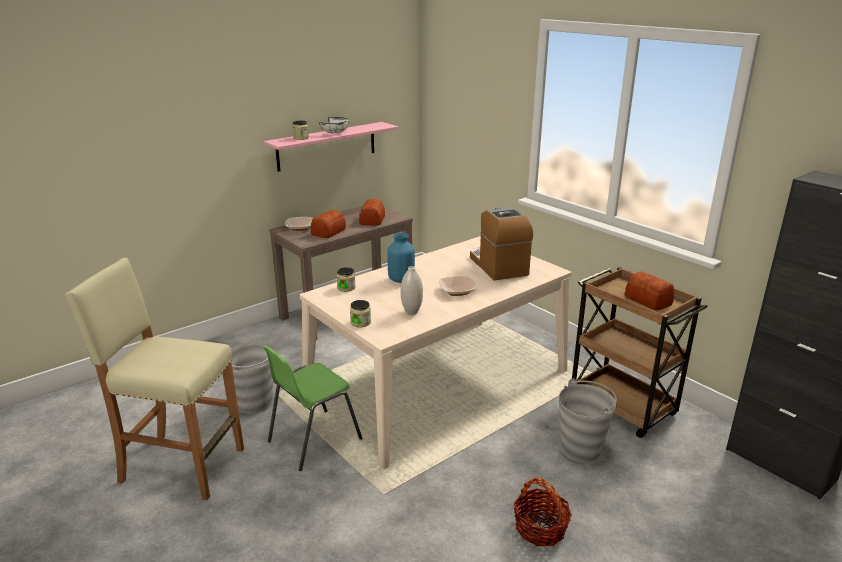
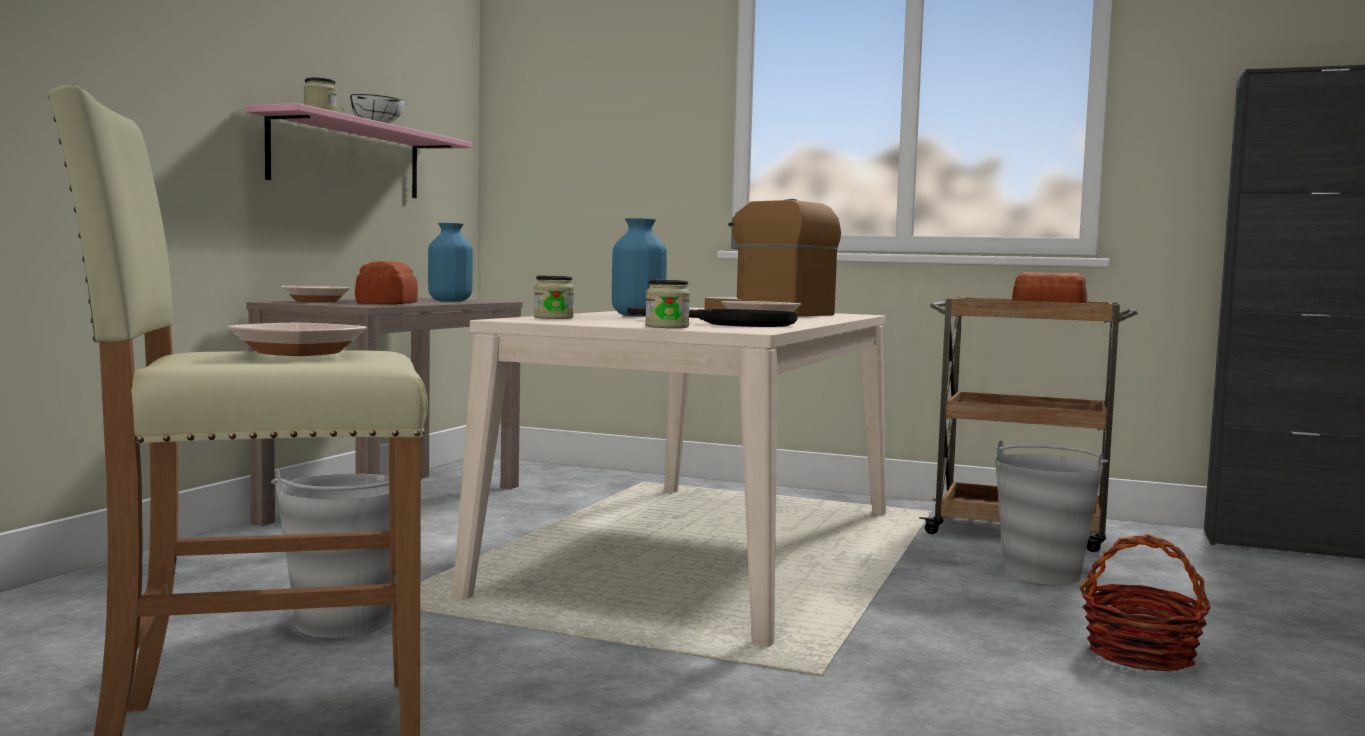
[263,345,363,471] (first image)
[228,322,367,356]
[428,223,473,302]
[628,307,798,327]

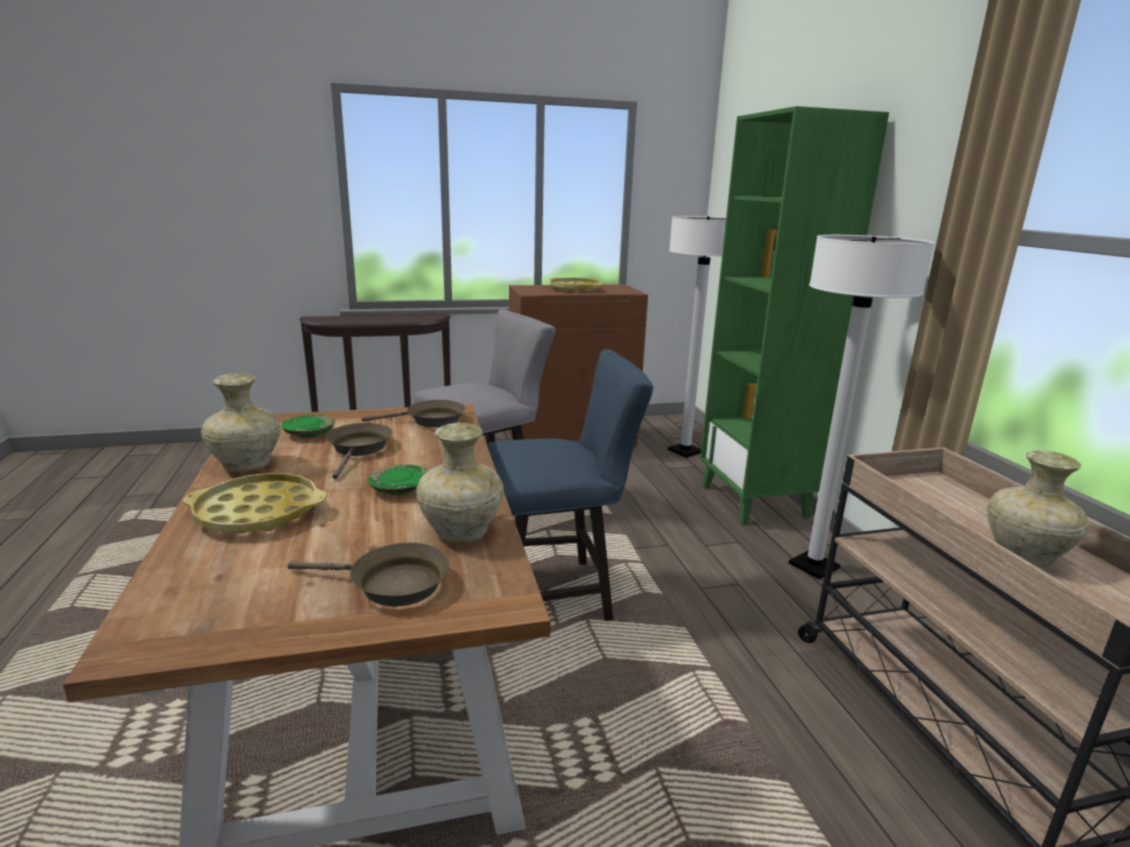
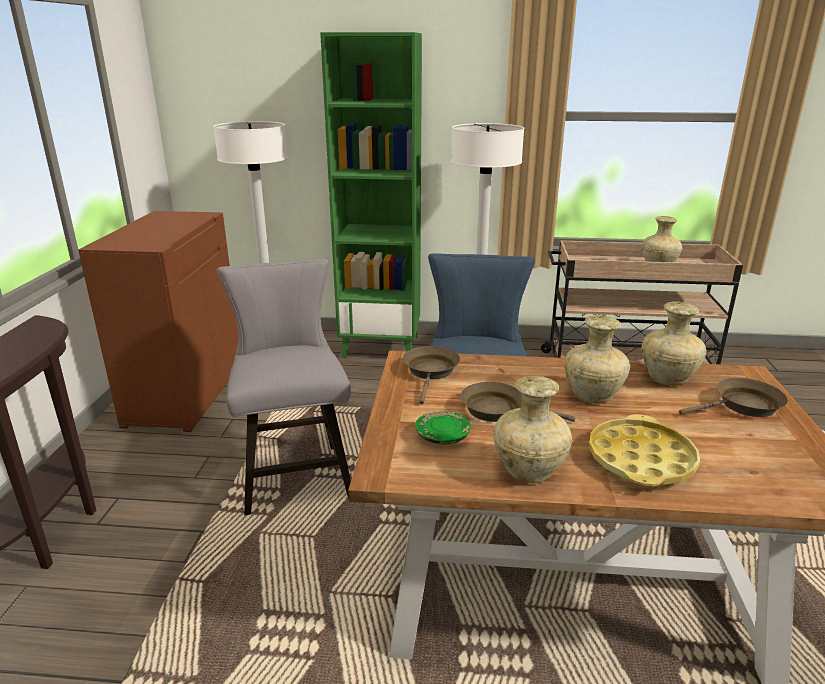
[550,278,602,292] (first image)
[564,315,630,404]
[679,378,788,417]

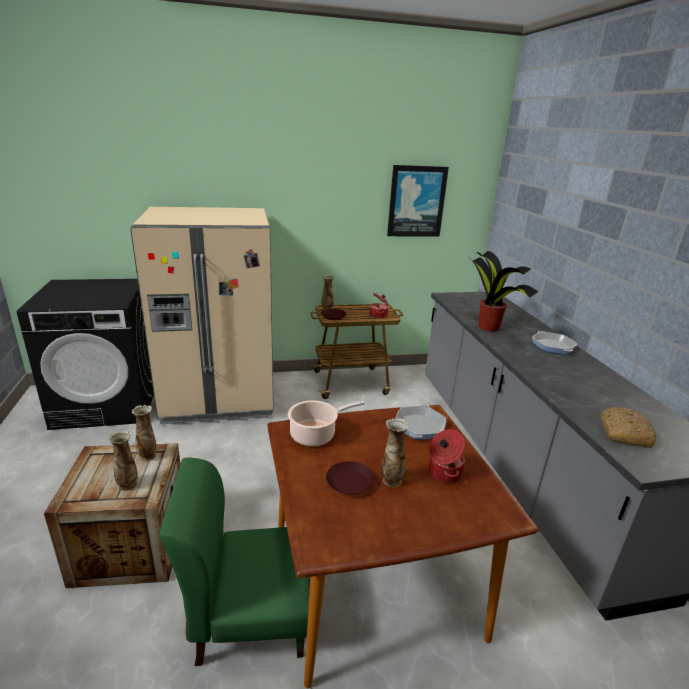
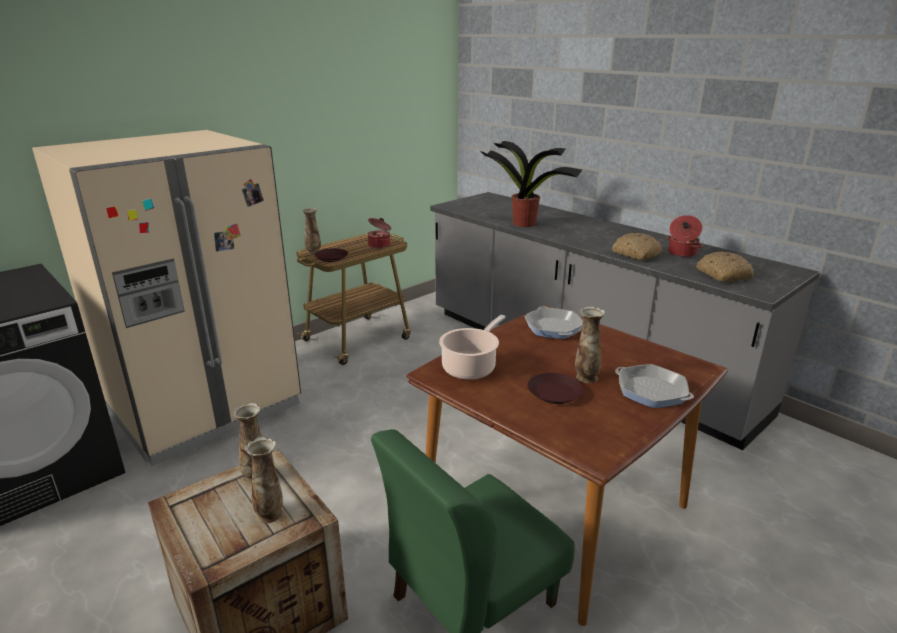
[387,165,449,237] (first image)
[612,232,662,260]
[667,215,703,257]
[615,364,694,408]

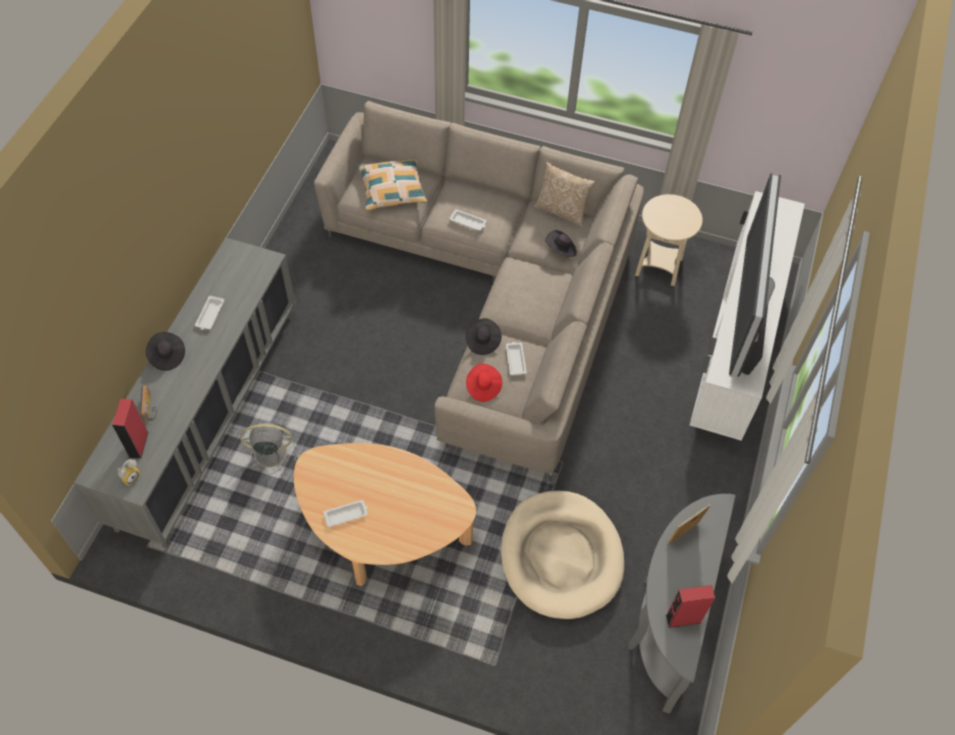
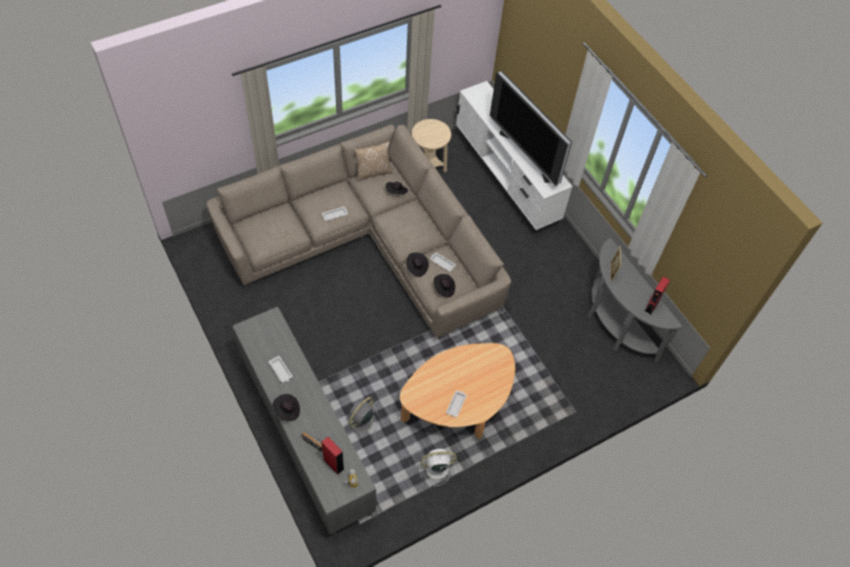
[357,159,427,210] (first image)
[501,491,624,620] (first image)
[419,449,457,486]
[434,274,455,298]

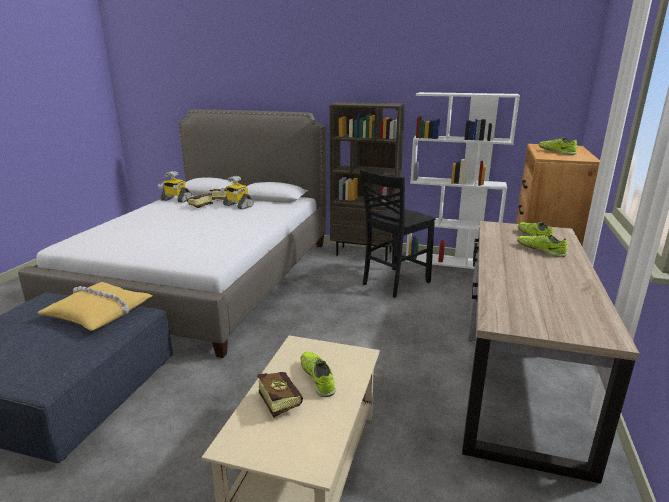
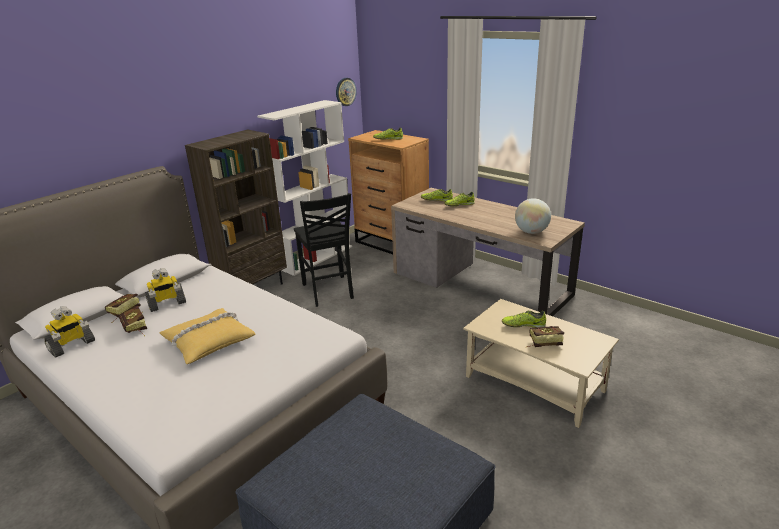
[336,78,357,106]
[515,198,551,234]
[159,308,256,364]

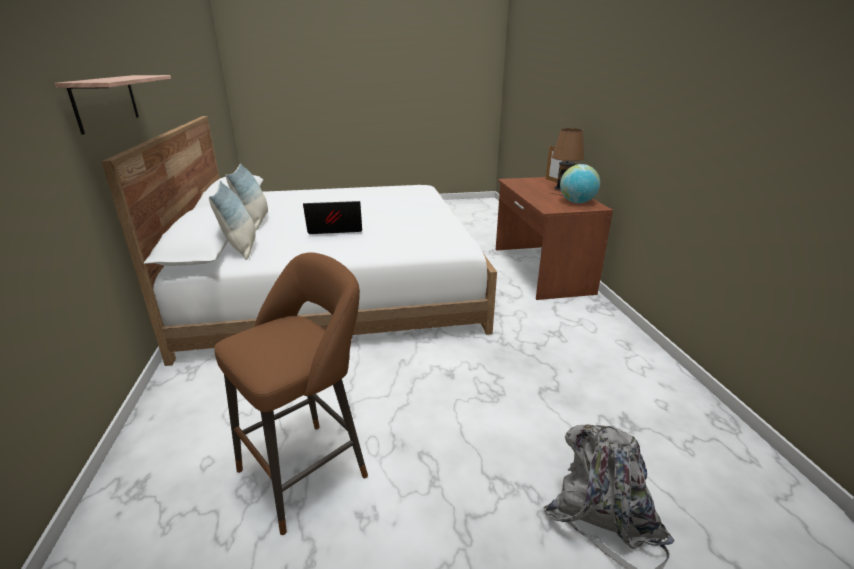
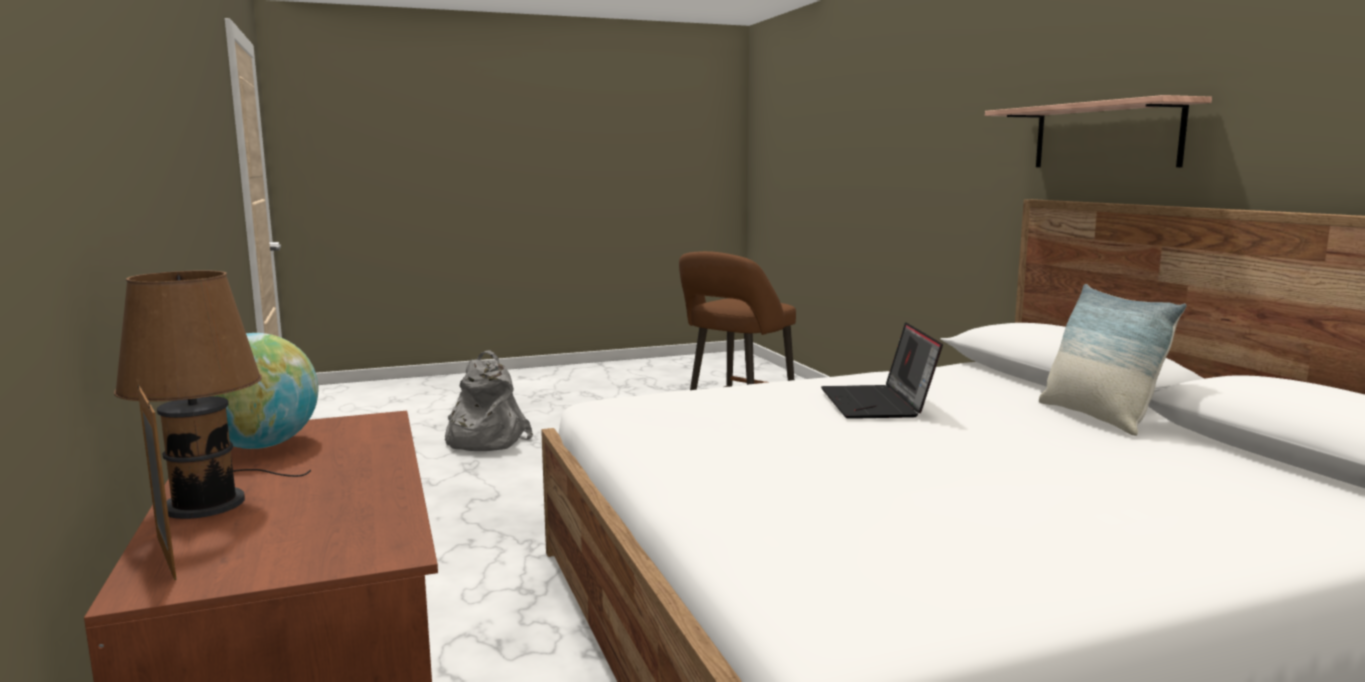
[209,181,256,260] (first image)
[821,322,943,419]

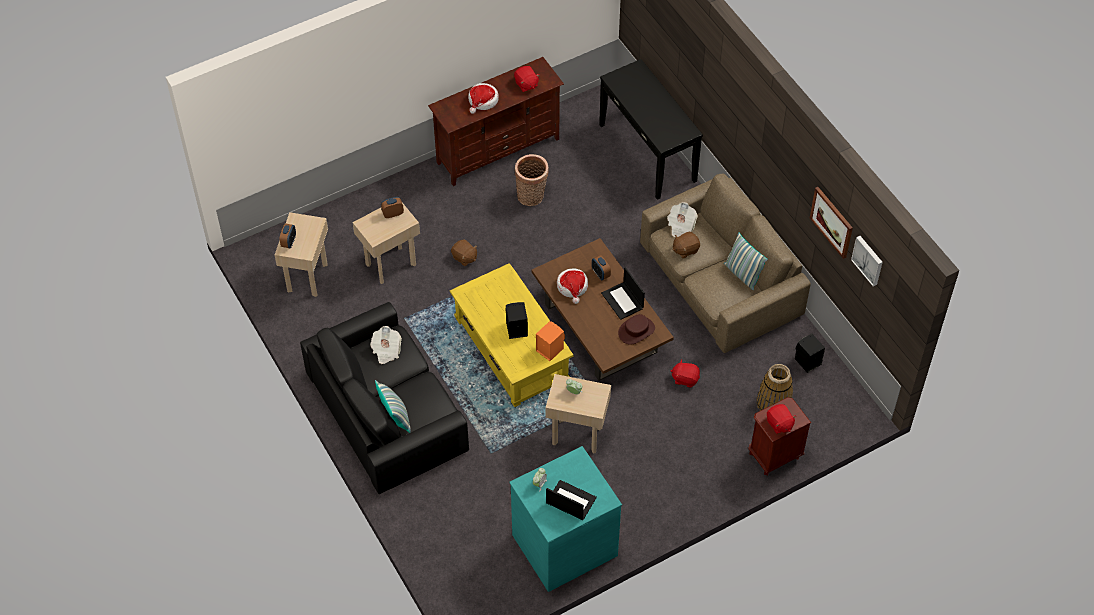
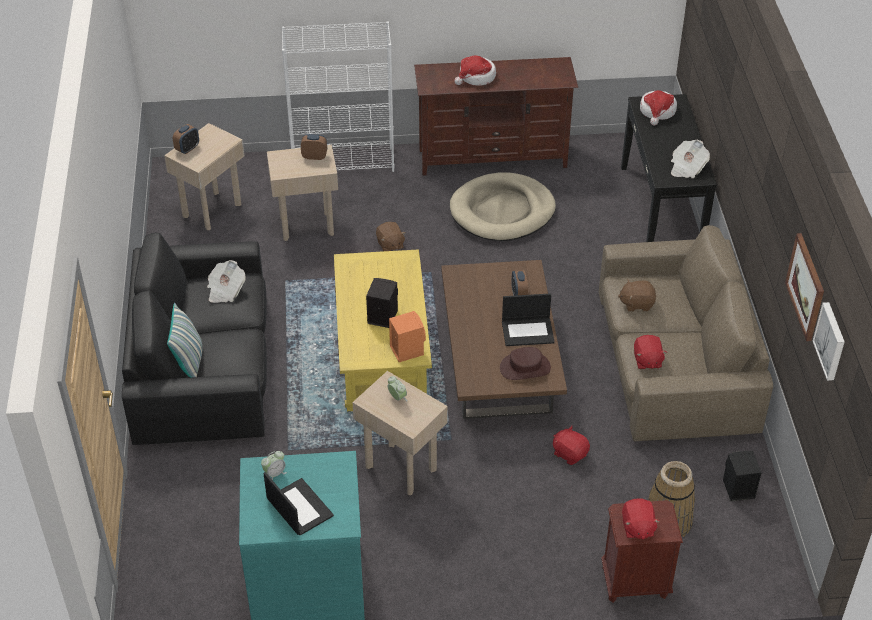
[724,232,768,290] (first image)
[282,22,394,172]
[634,335,667,369]
[640,90,677,125]
[671,140,710,178]
[450,172,556,241]
[502,293,555,346]

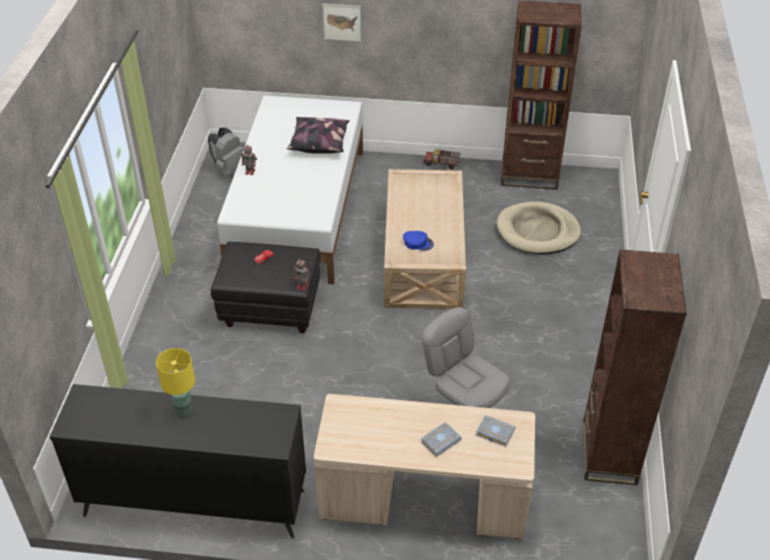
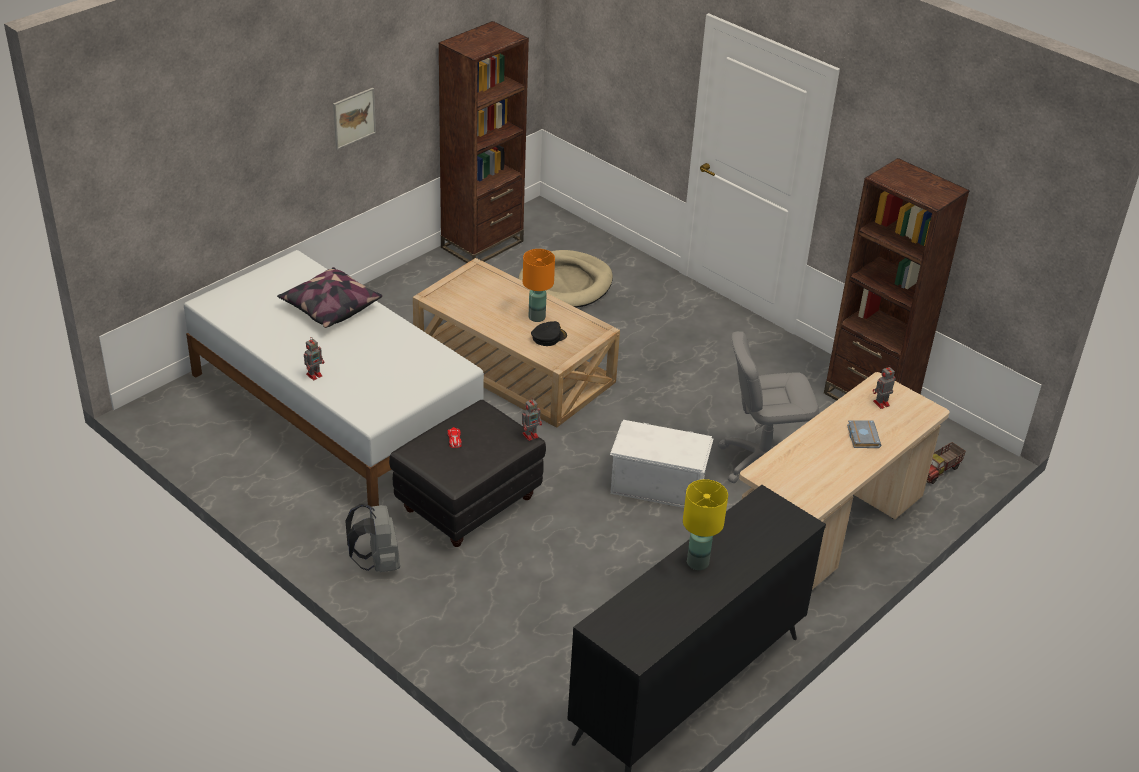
[523,249,555,322]
[610,420,713,508]
[345,504,400,572]
[333,87,376,150]
[927,442,966,484]
[873,365,895,409]
[531,321,567,346]

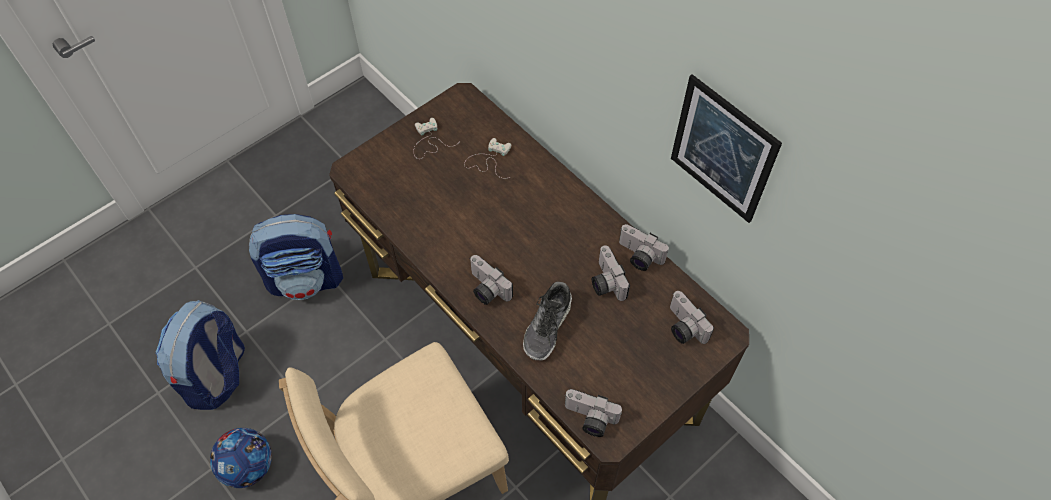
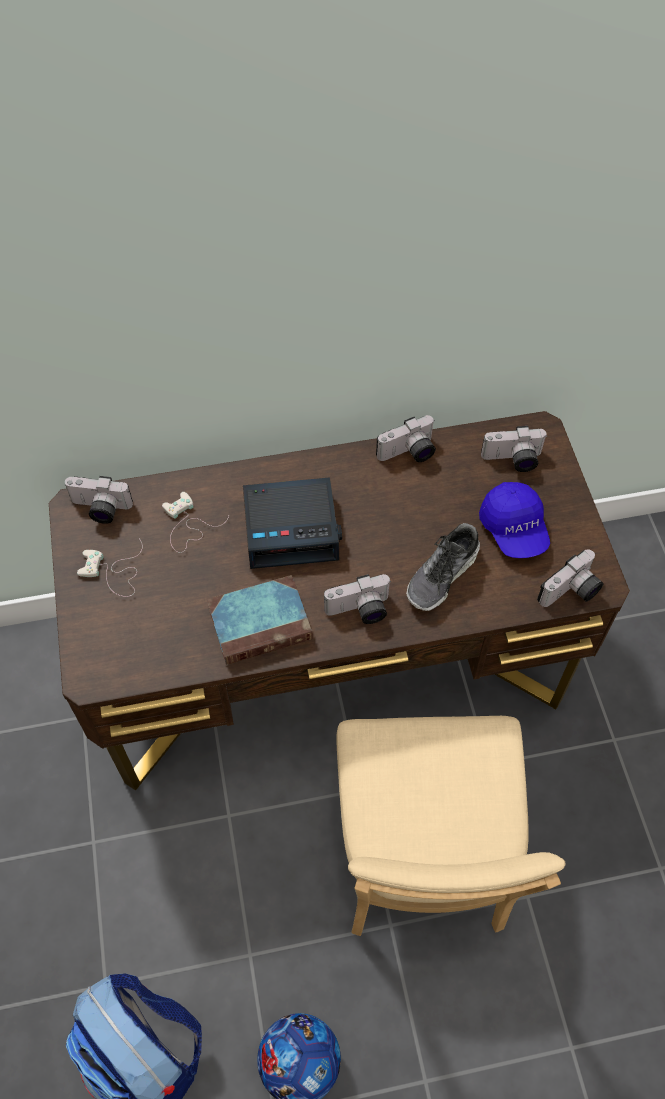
[249,214,343,300] (first image)
[671,74,782,223] (first image)
[207,575,313,665]
[243,477,342,569]
[479,482,550,558]
[65,476,133,524]
[406,523,480,611]

